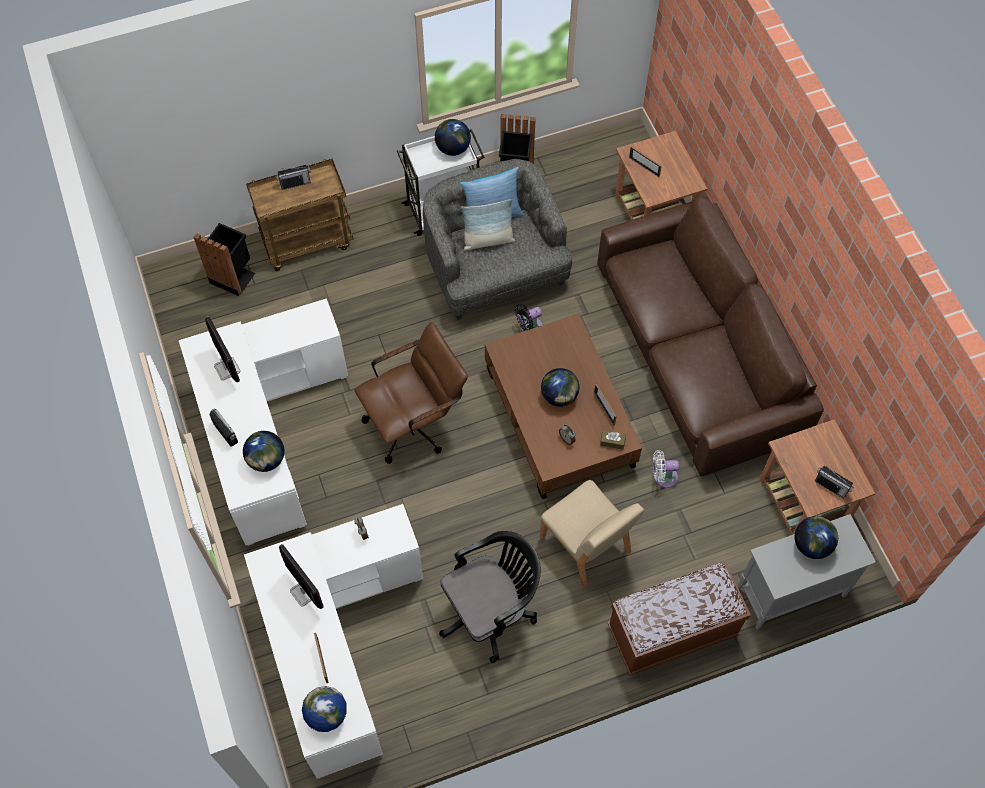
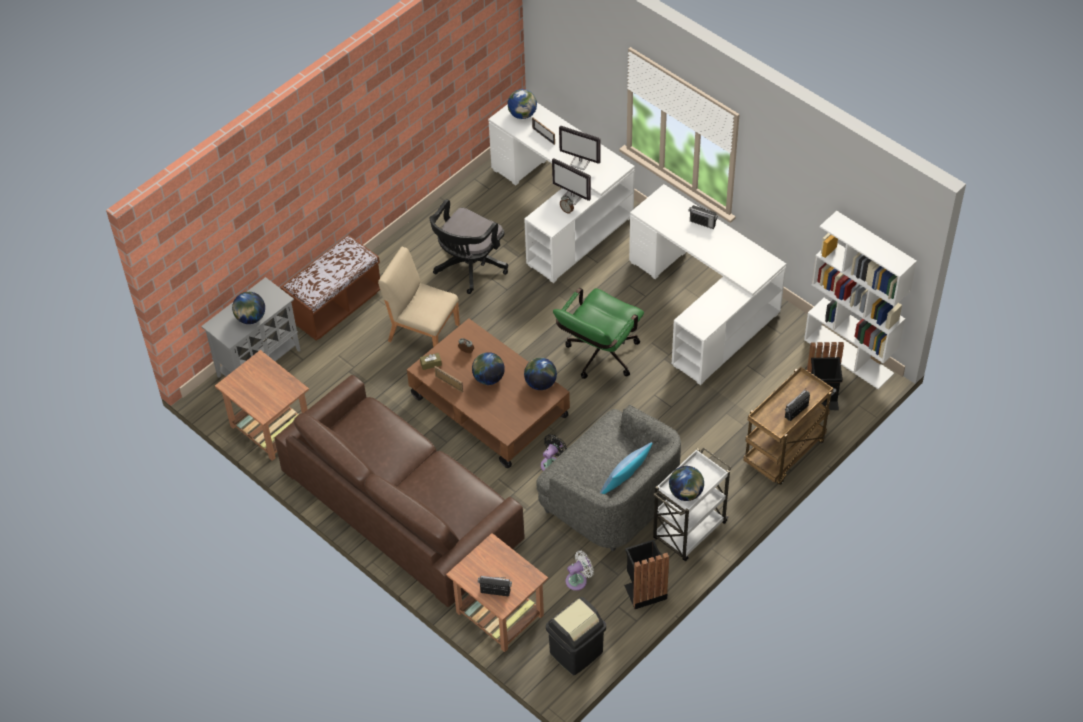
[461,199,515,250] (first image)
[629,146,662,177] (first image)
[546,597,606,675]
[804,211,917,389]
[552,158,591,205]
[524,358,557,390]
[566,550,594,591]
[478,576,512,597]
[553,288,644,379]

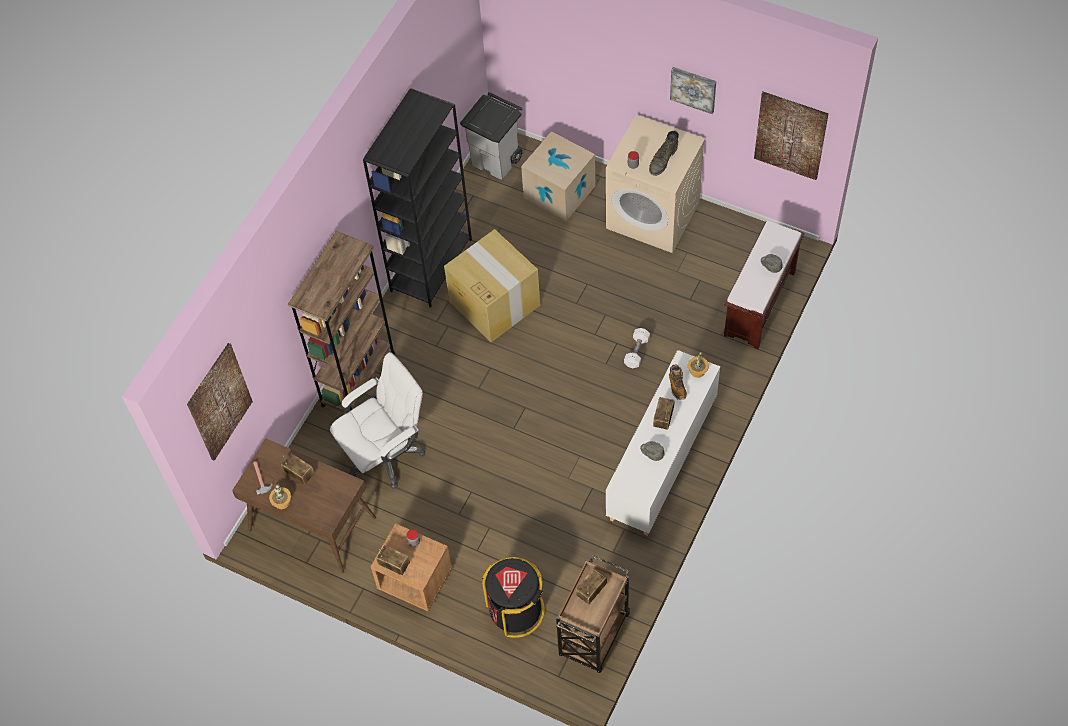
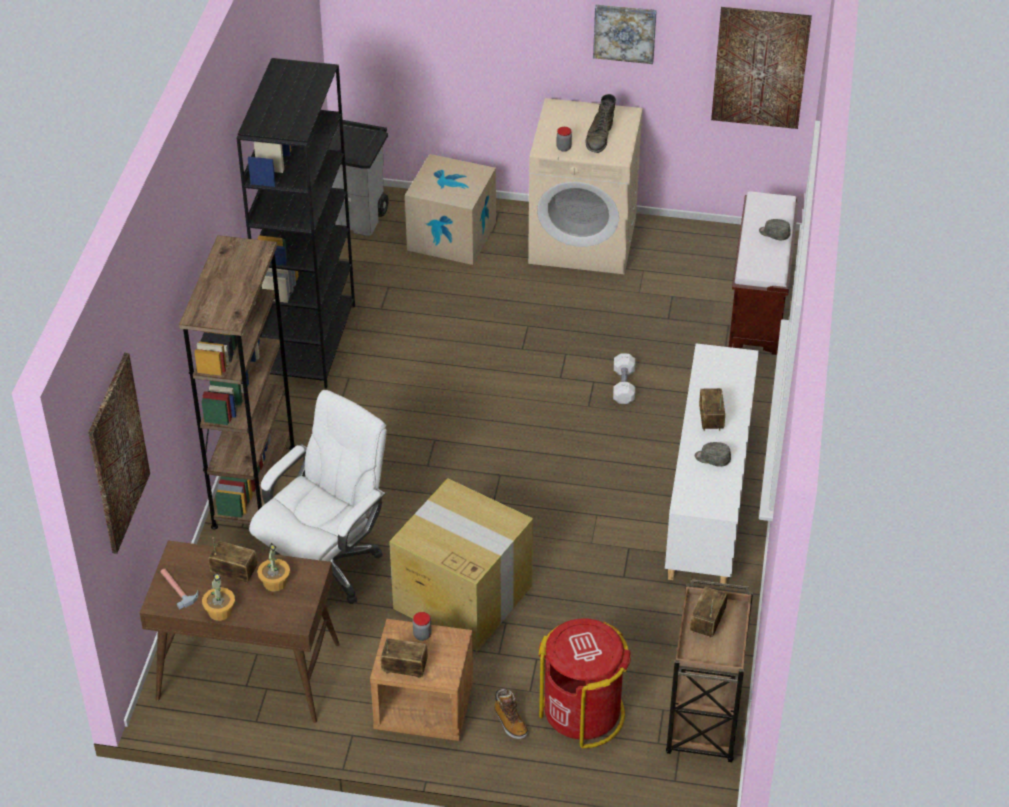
[389,478,533,652]
[494,688,528,739]
[257,543,290,592]
[539,618,631,749]

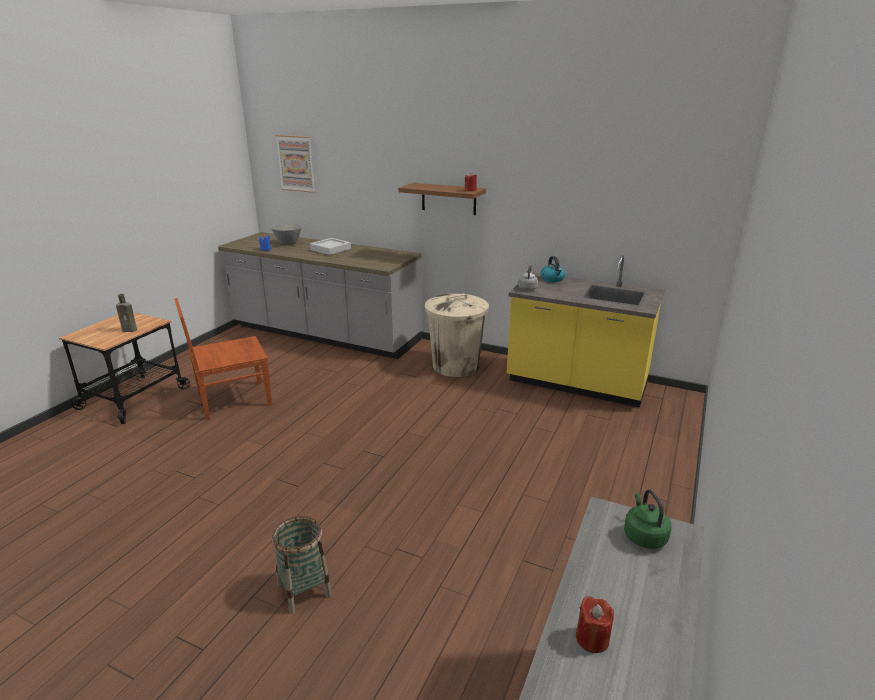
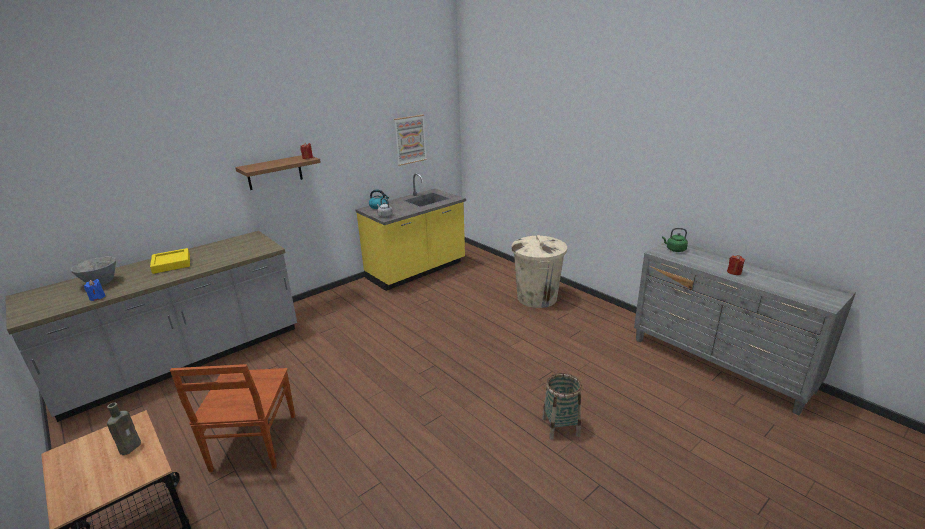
[394,115,427,166]
[511,235,567,308]
[150,248,190,274]

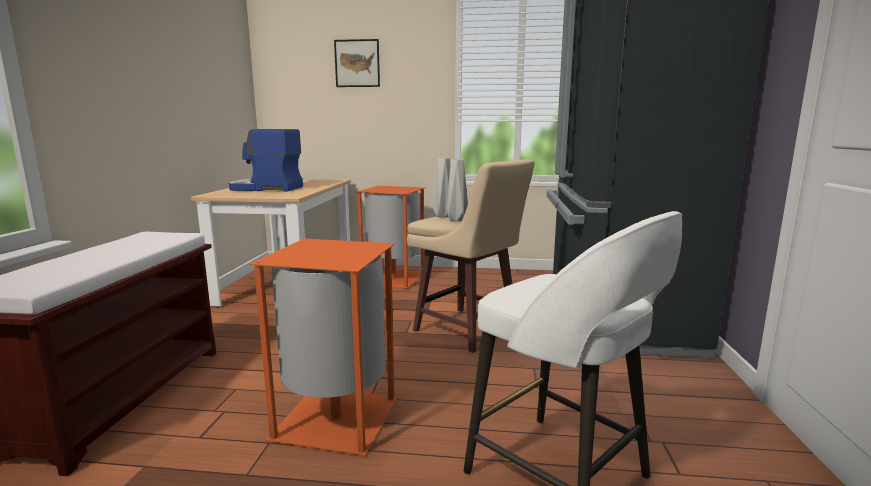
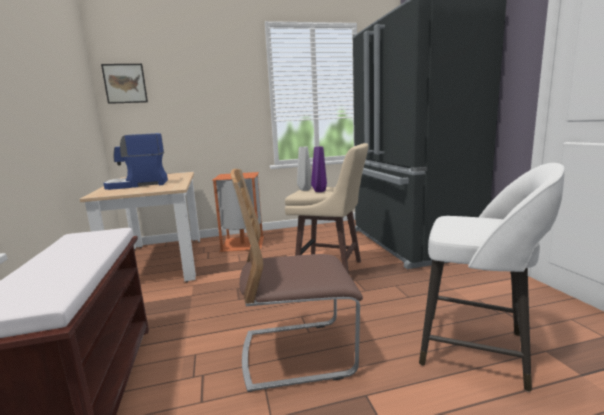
[101,64,148,104]
[231,169,363,392]
[311,147,327,192]

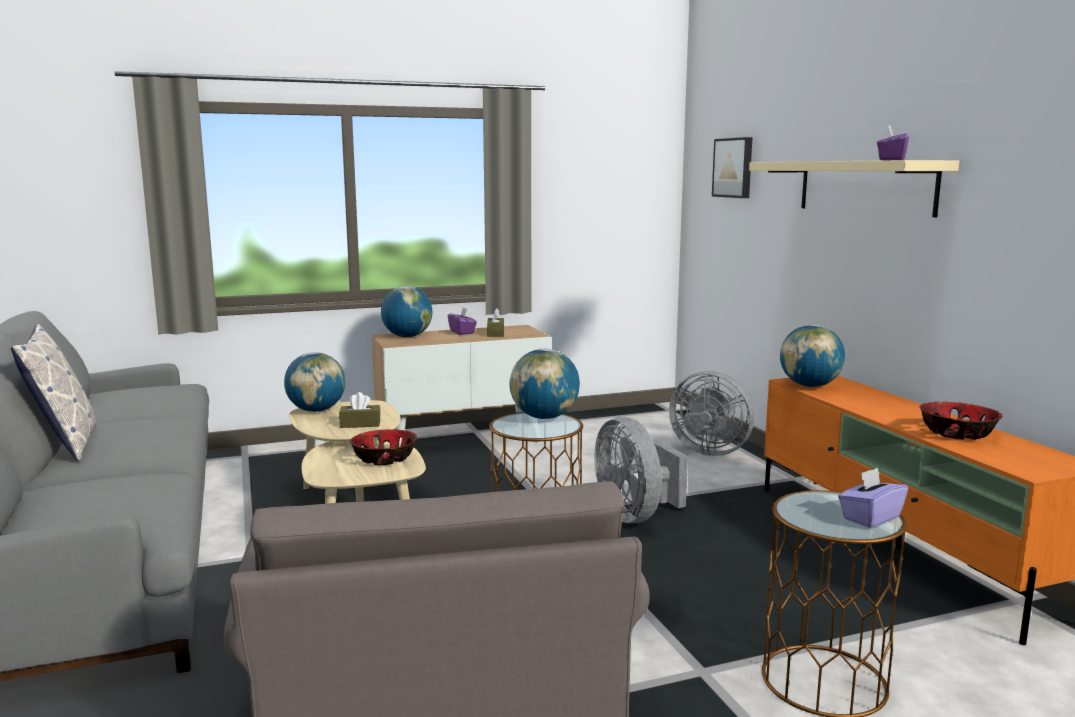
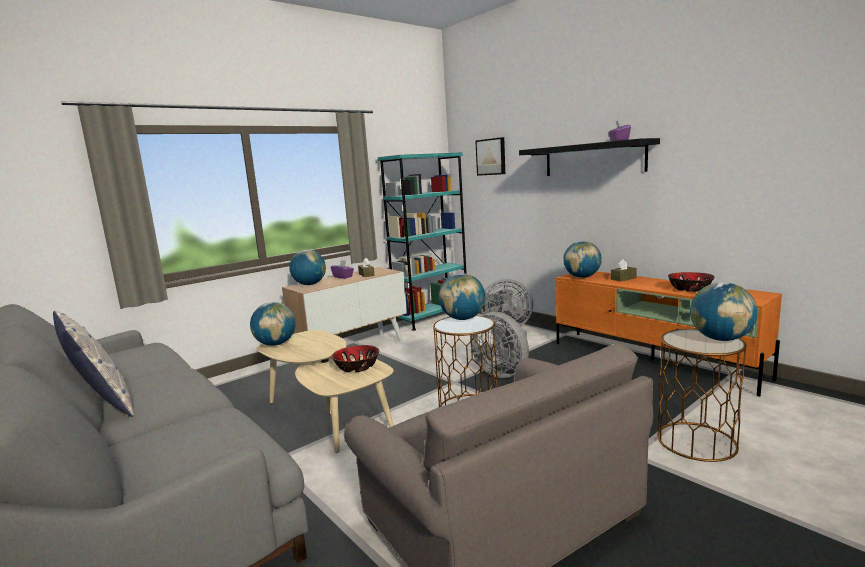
[378,152,467,331]
[611,259,637,281]
[690,282,758,341]
[519,138,660,176]

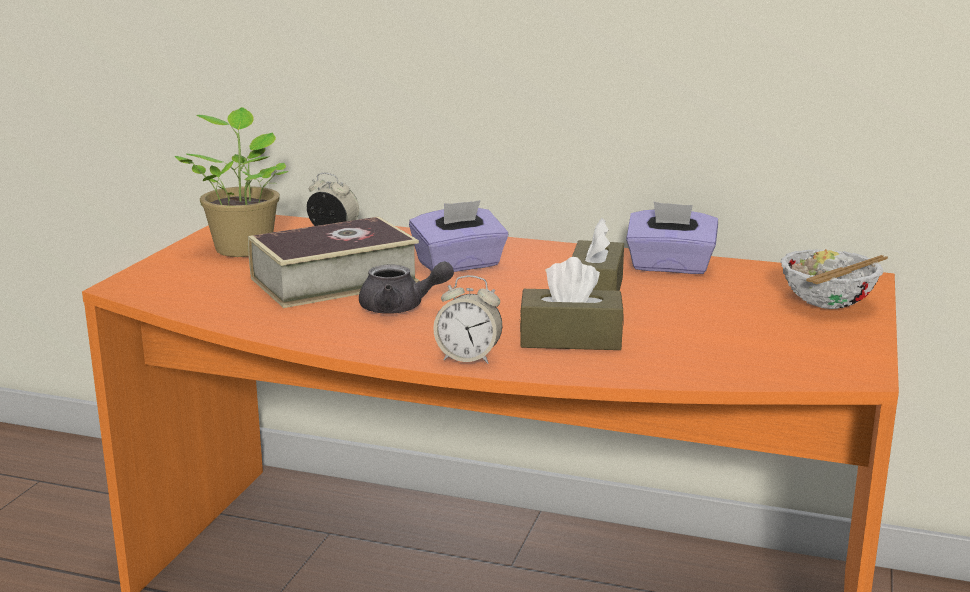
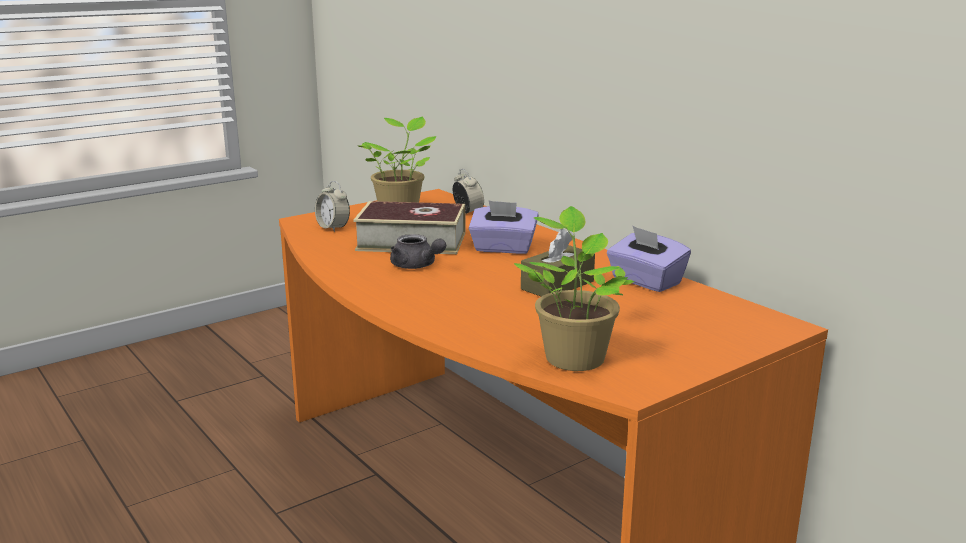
[520,257,624,350] (first image)
[780,249,888,309] (first image)
[514,206,635,371]
[315,181,350,232]

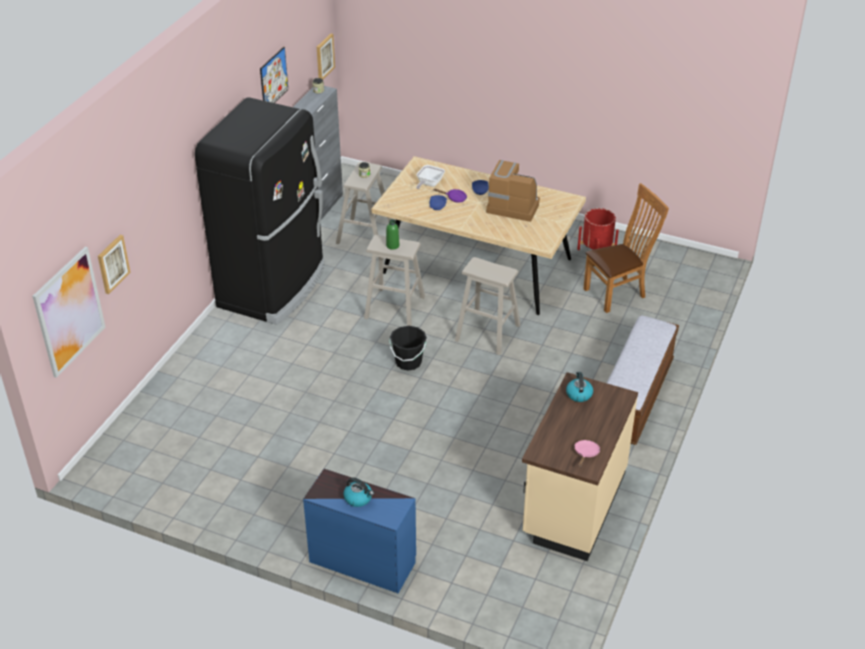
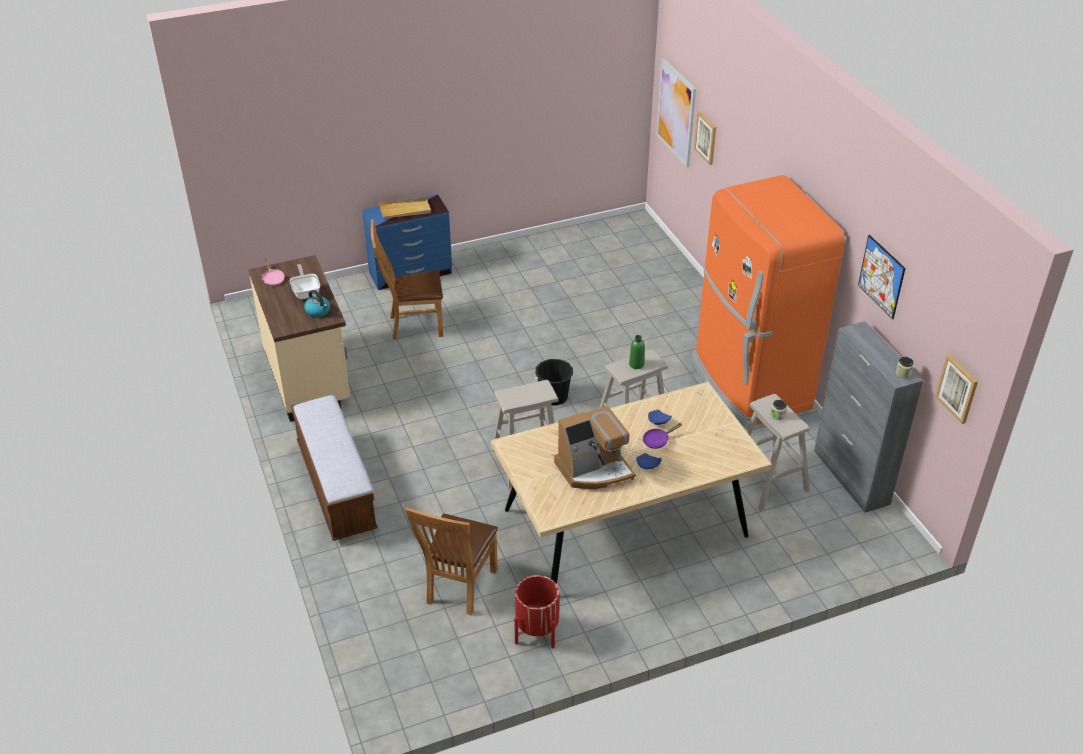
[371,219,444,339]
[290,264,320,299]
[379,198,431,218]
[692,175,845,428]

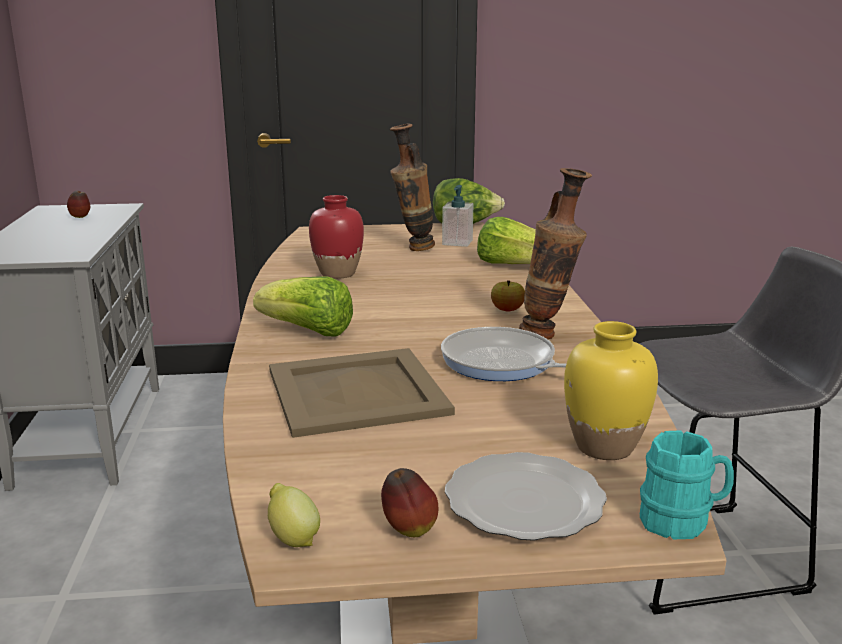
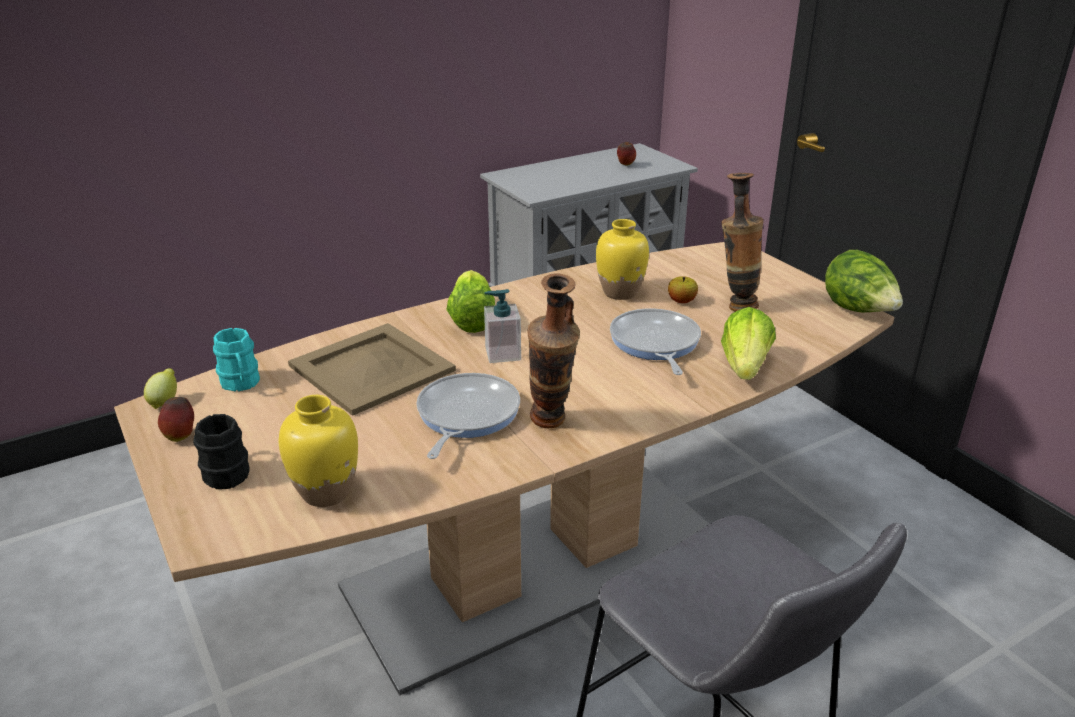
[610,308,701,375]
[484,289,521,363]
[668,276,698,303]
[213,328,260,391]
[193,414,250,489]
[596,219,649,300]

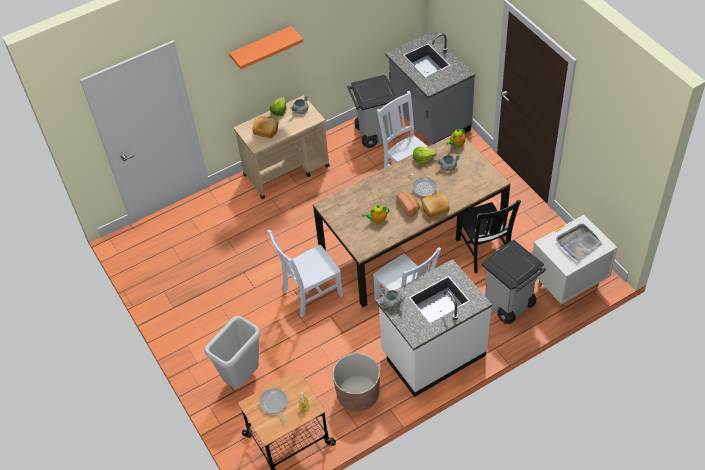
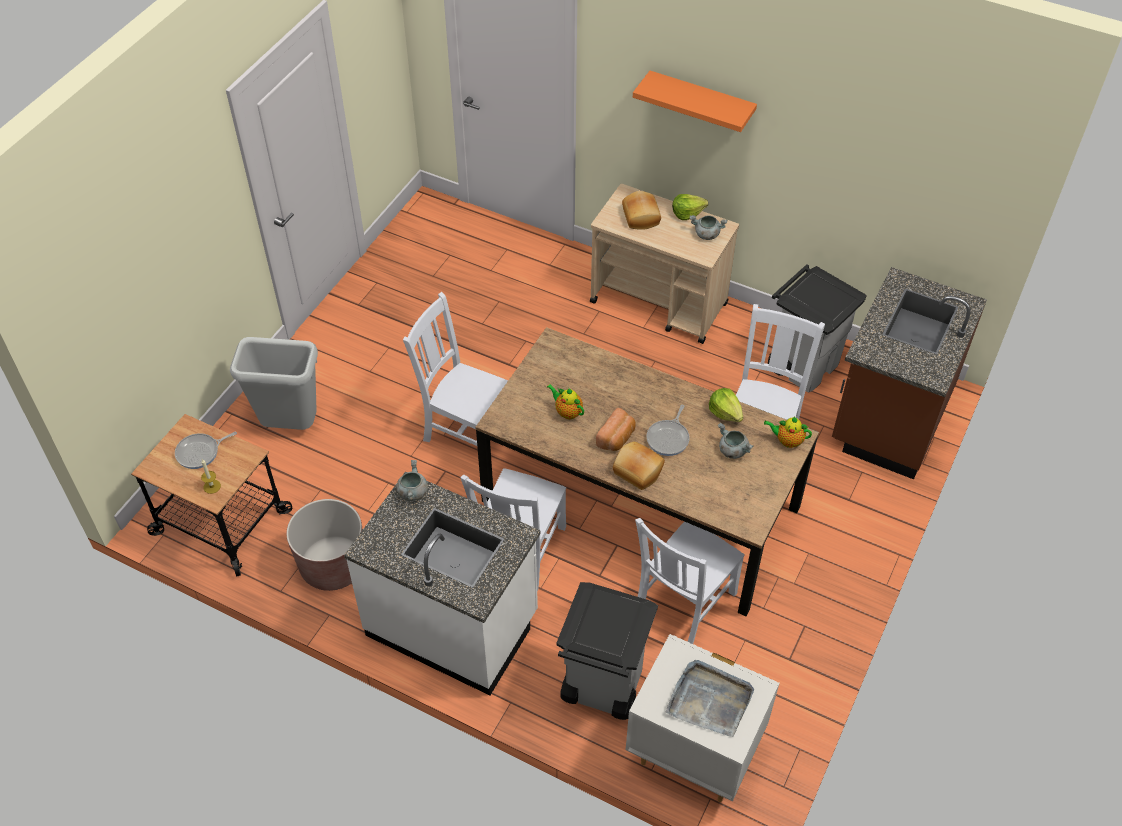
[832,267,987,479]
[635,518,745,644]
[175,432,237,469]

